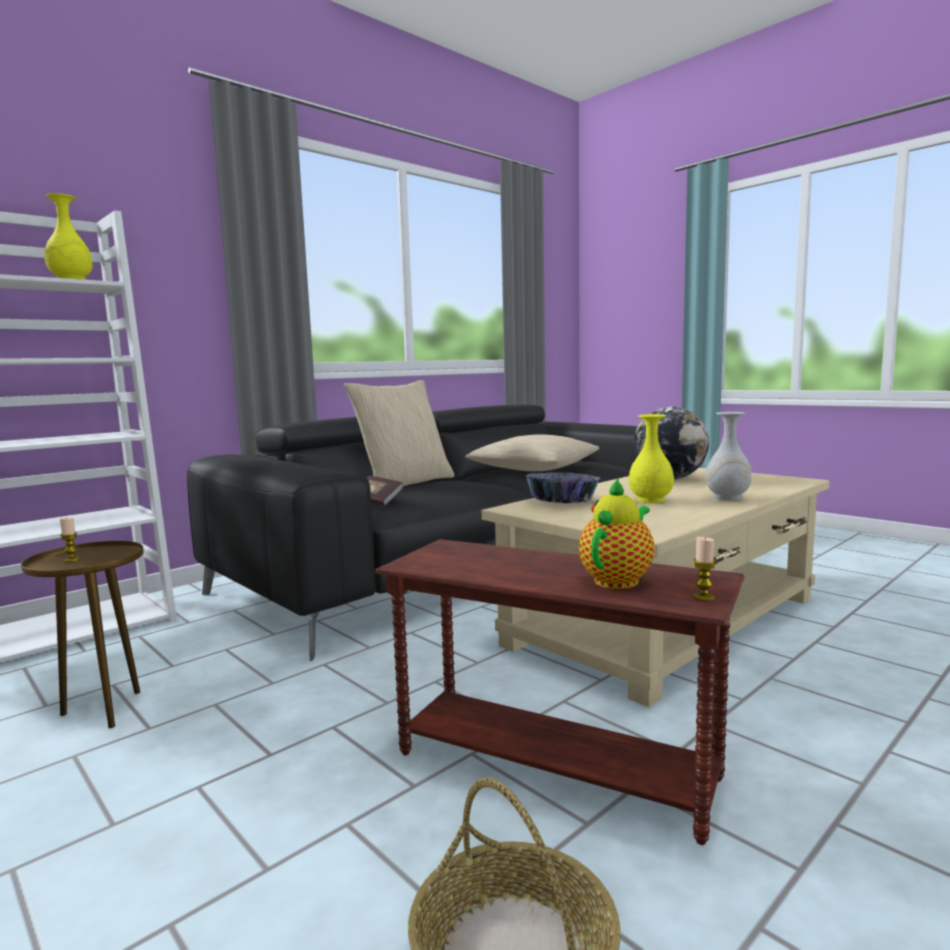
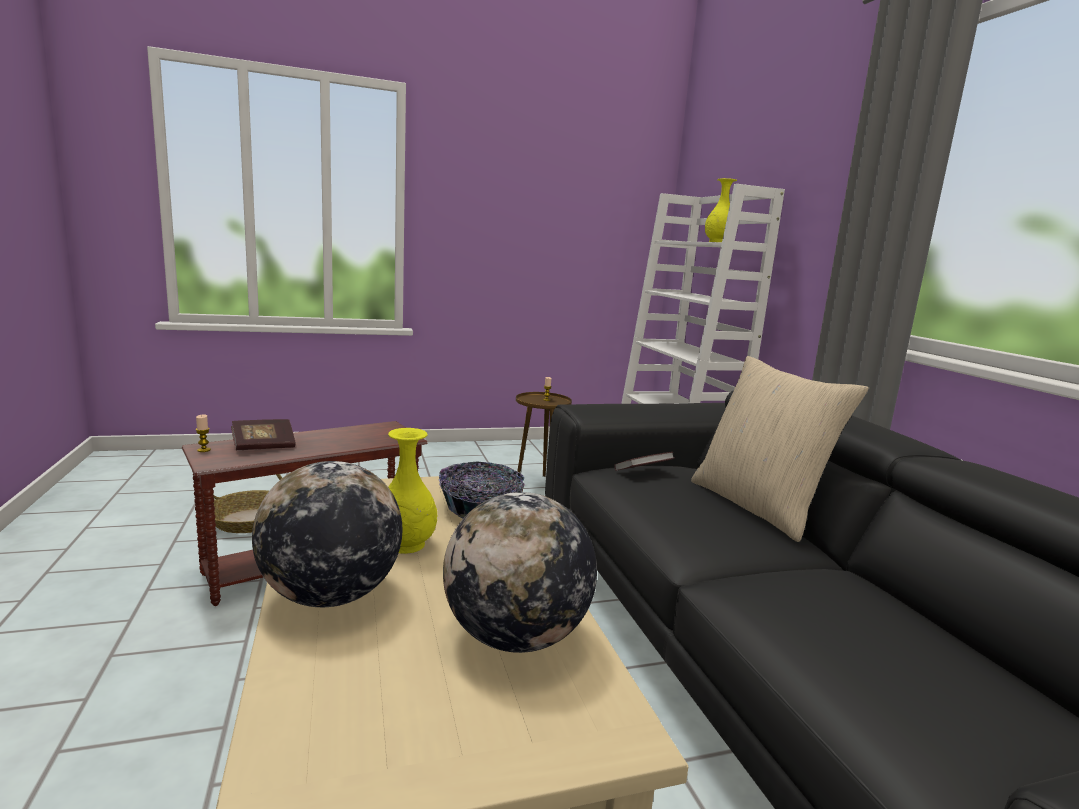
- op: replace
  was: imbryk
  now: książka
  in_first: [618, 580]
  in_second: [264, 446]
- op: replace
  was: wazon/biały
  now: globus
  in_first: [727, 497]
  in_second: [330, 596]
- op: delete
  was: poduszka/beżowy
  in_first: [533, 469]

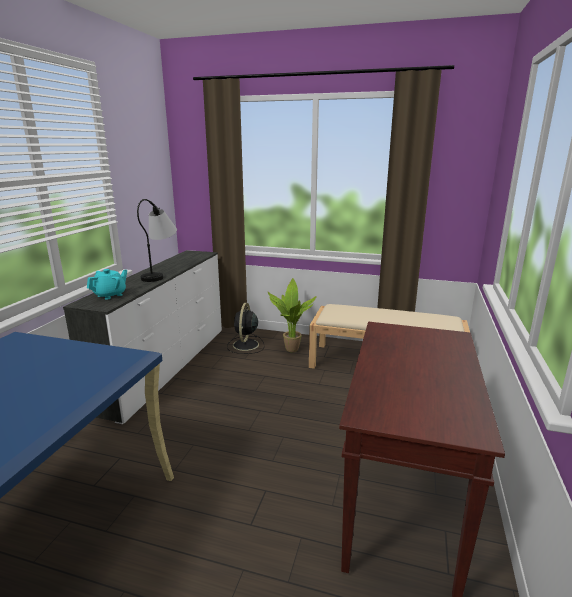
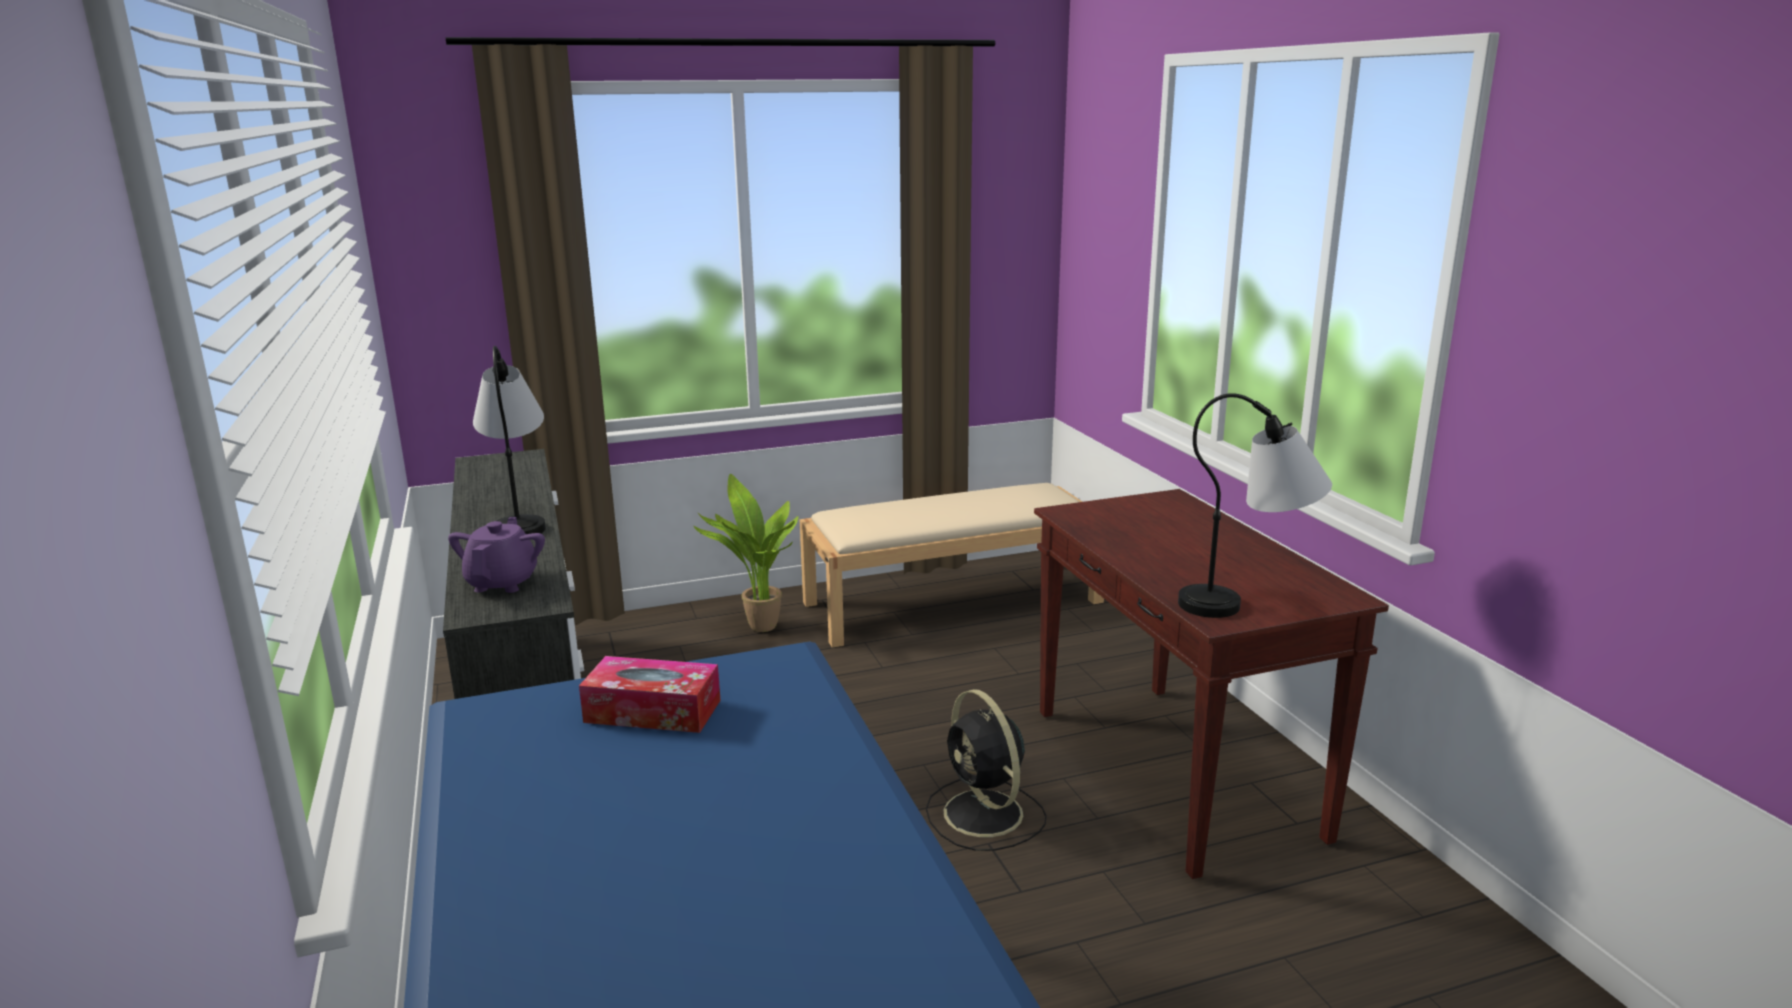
- op: recolor
  was: imbryk/turkusowy
  now: imbryk/fioletowy
  in_first: [110, 295]
  in_second: [503, 583]
- op: insert
  now: pudełko chusteczek
  in_second: [653, 711]
- op: move
  was: wentylator/czarny
  in_first: [245, 345]
  in_second: [985, 815]
- op: insert
  now: lampa stołowa
  in_second: [1249, 603]

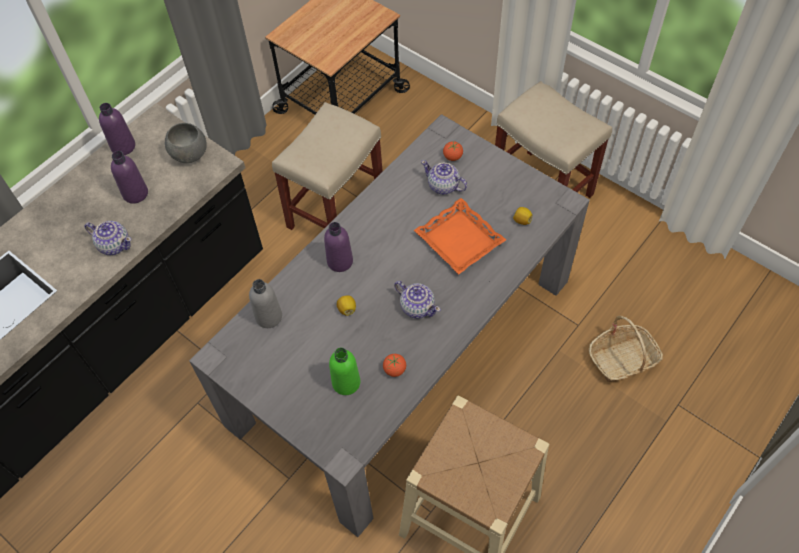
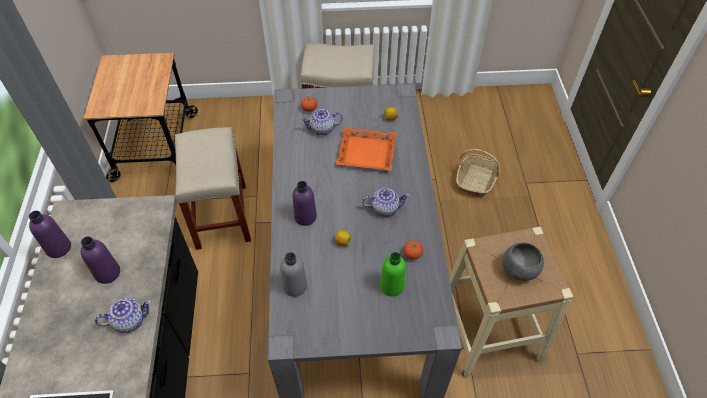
- op: move
  was: miska/szary
  in_first: [189, 155]
  in_second: [519, 270]

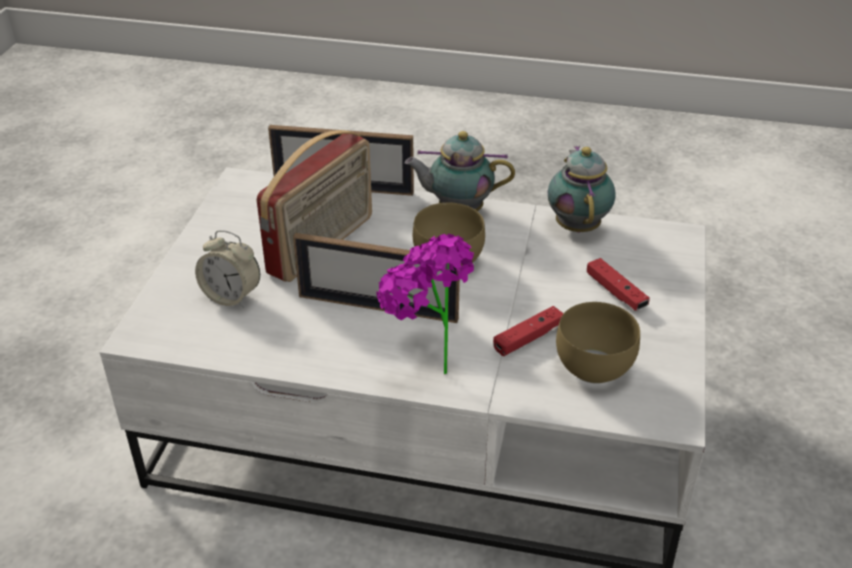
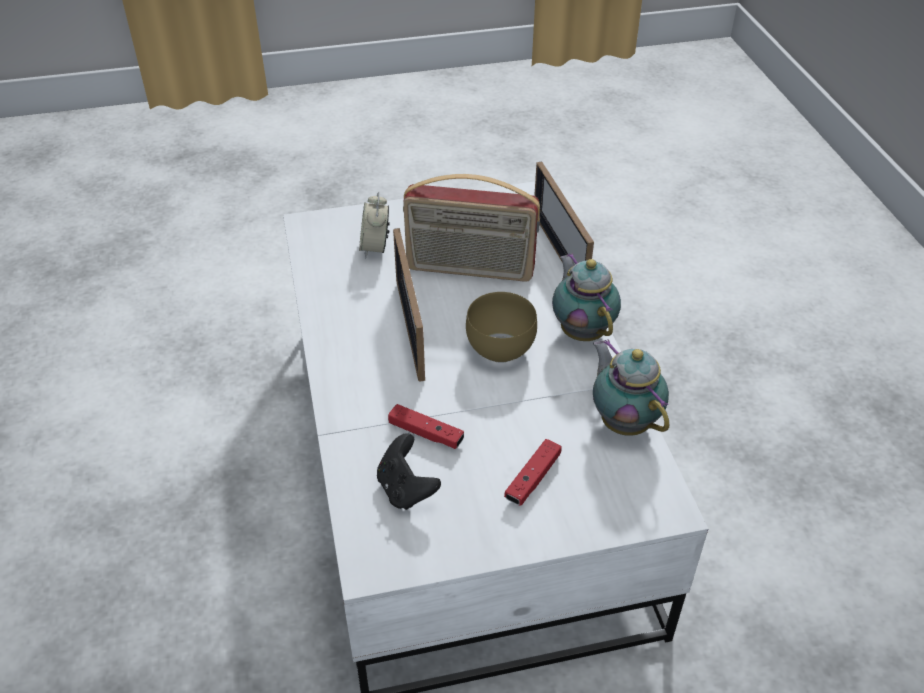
- op: replace
  was: miska/brązowy
  now: pad do gier/czarny
  in_first: [591, 370]
  in_second: [406, 489]
- op: rotate
  was: imbryk
  in_first: [577, 225]
  in_second: [623, 421]
  clockwise: -90
- op: delete
  was: roślina doniczkowa
  in_first: [424, 369]

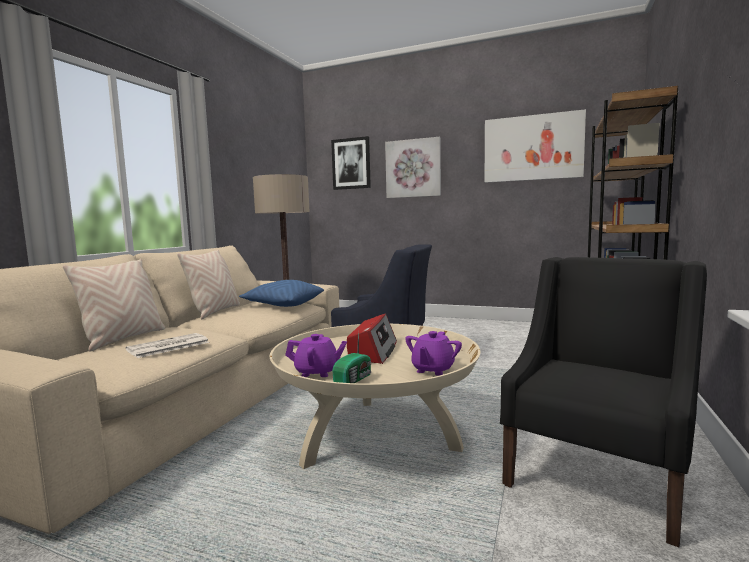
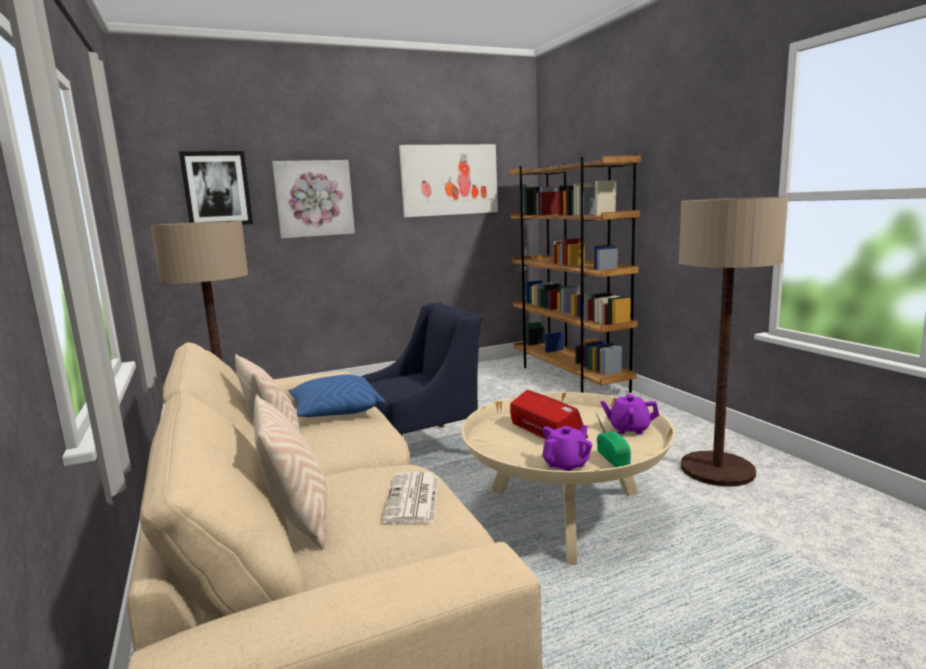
- op: rotate
  was: imbryk/fioletowy
  in_first: [432, 370]
  in_second: [629, 429]
  clockwise: 120
- op: replace
  was: fotel/czarny
  now: lampa stojąca
  in_first: [598, 475]
  in_second: [717, 470]

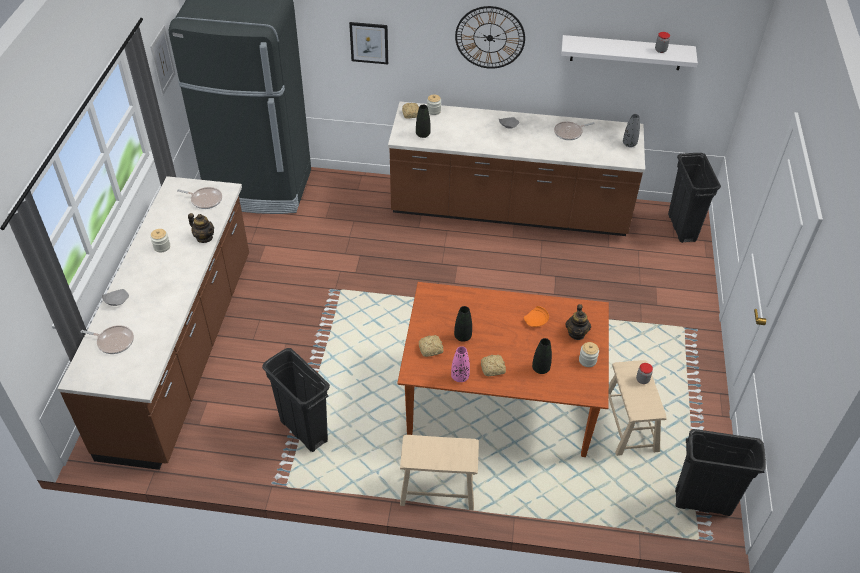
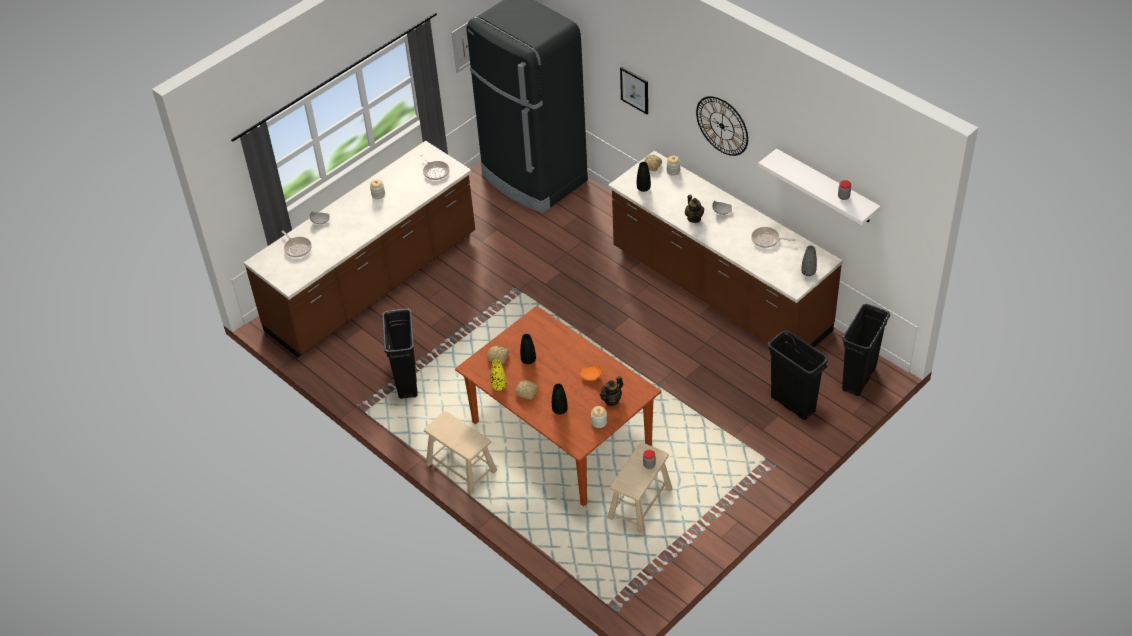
- op: recolor
  was: wazon/różowy
  now: wazon/żółty
  in_first: [460, 377]
  in_second: [499, 386]
- op: move
  was: imbryk
  in_first: [204, 237]
  in_second: [694, 218]
- op: move
  was: kosz na śmieci/czarny
  in_first: [703, 502]
  in_second: [793, 404]

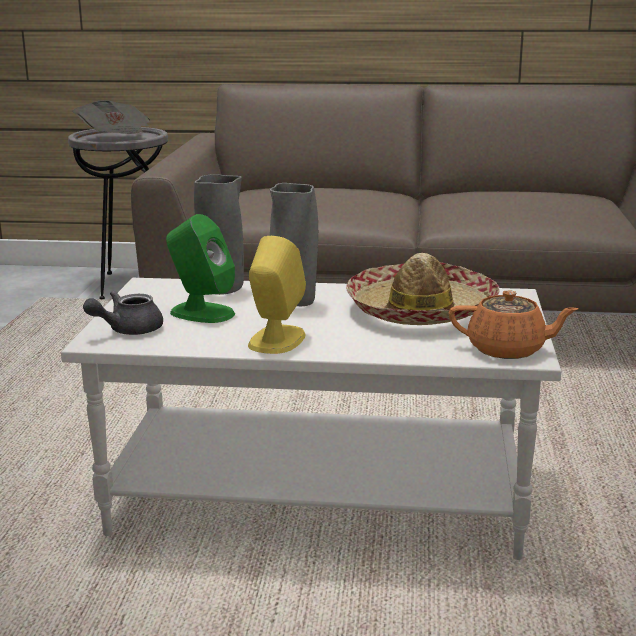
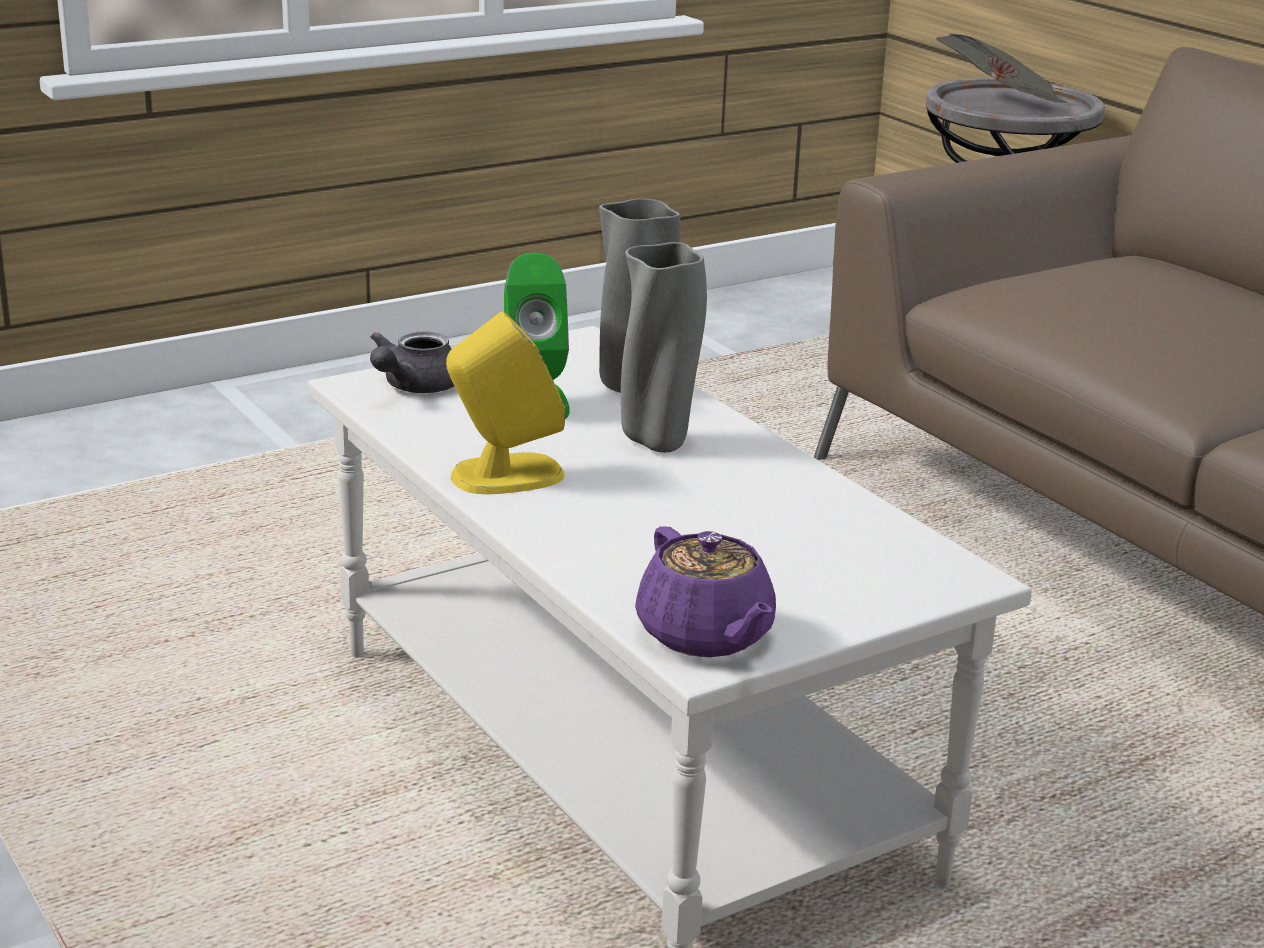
- op: rotate
  was: imbryk/szary
  in_first: [128, 330]
  in_second: [413, 387]
  clockwise: -75
- op: recolor
  was: imbryk/pomarańczowy
  now: imbryk/fioletowy
  in_first: [508, 350]
  in_second: [706, 635]
- op: delete
  was: kapelusz
  in_first: [421, 310]

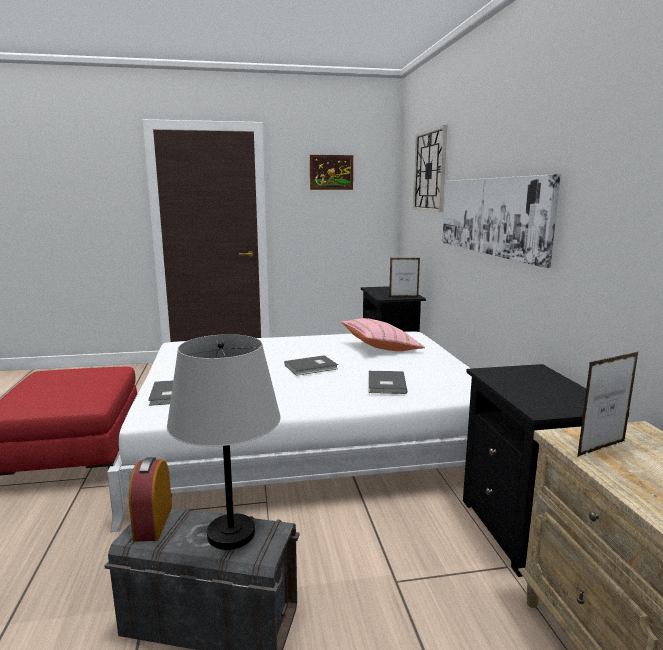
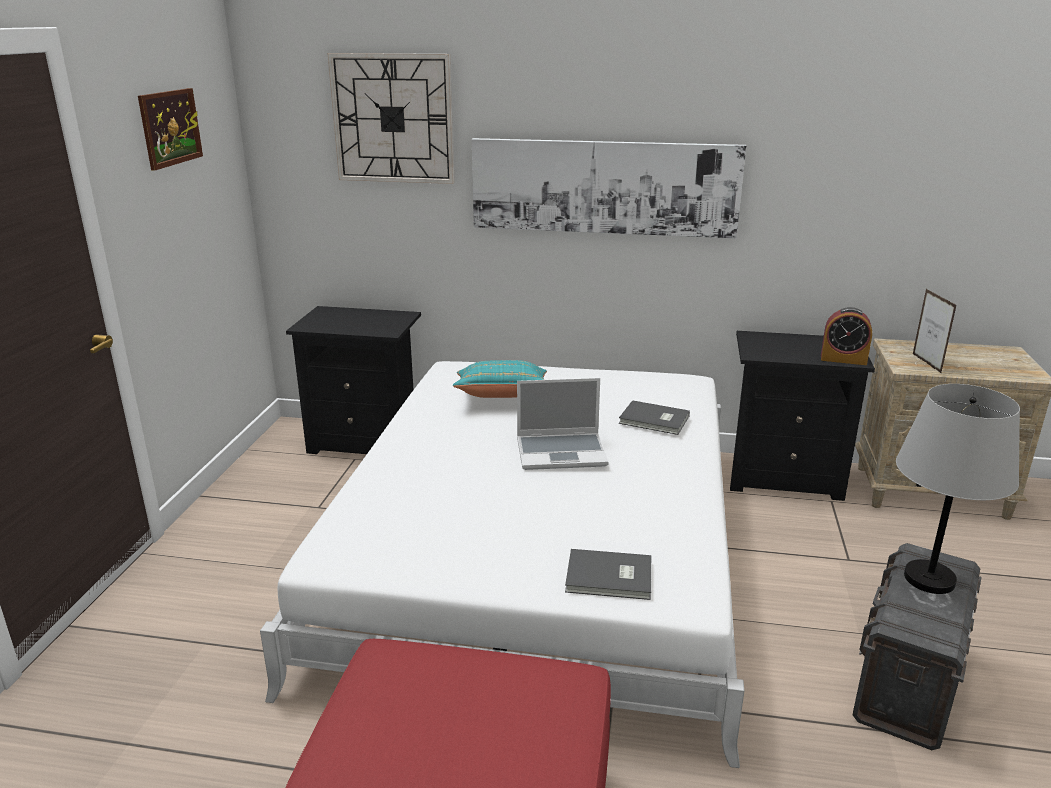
- op: recolor
  was: poduszka/różowy
  now: poduszka/turkusowy
  in_first: [380, 348]
  in_second: [502, 397]
- op: replace
  was: książka/szary
  now: laptop
  in_first: [312, 367]
  in_second: [562, 452]
- op: move
  was: budzik
  in_first: [153, 522]
  in_second: [843, 359]
- op: delete
  was: ramka na zdjęcie
  in_first: [403, 297]

